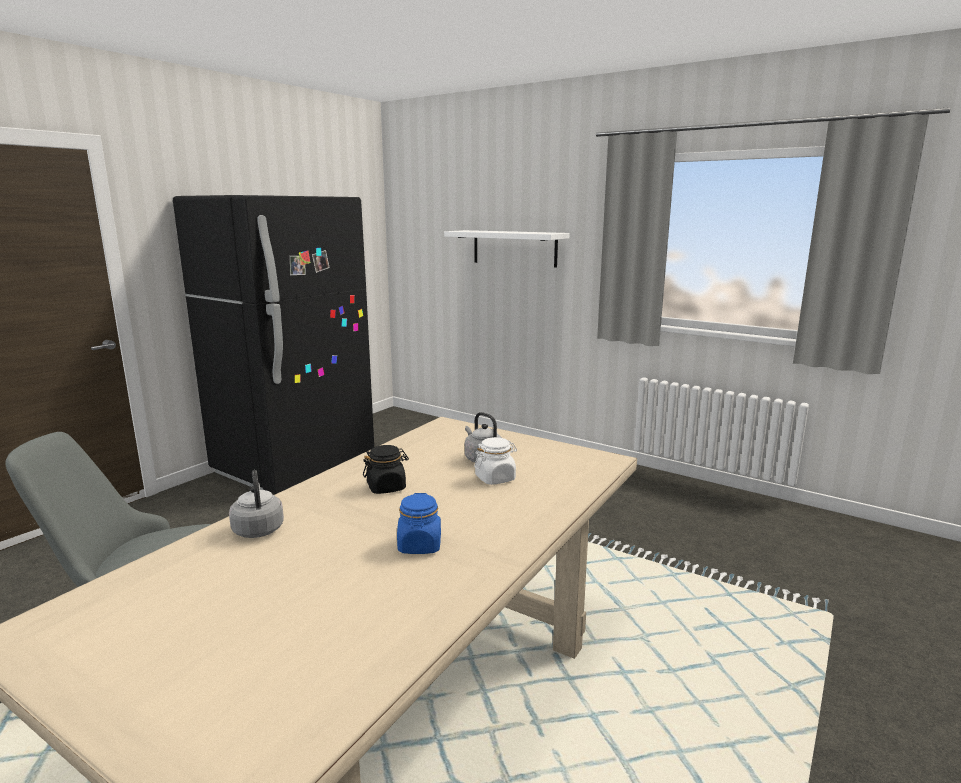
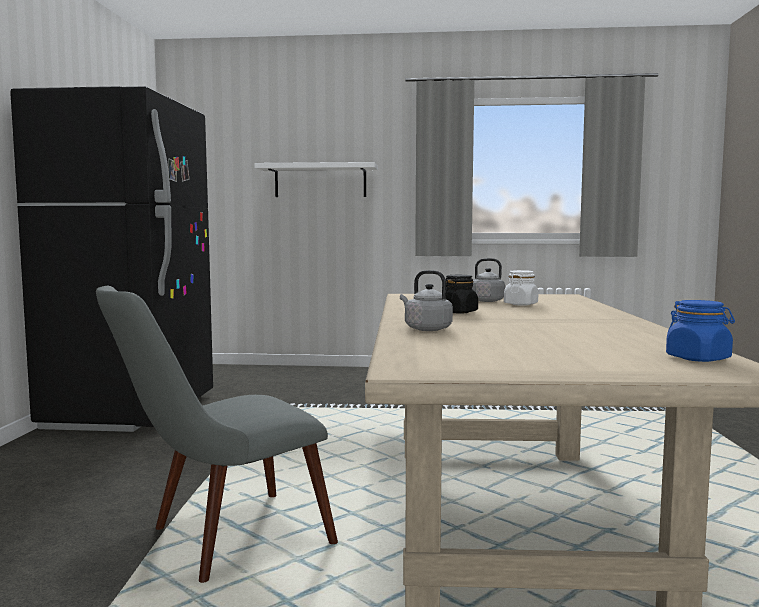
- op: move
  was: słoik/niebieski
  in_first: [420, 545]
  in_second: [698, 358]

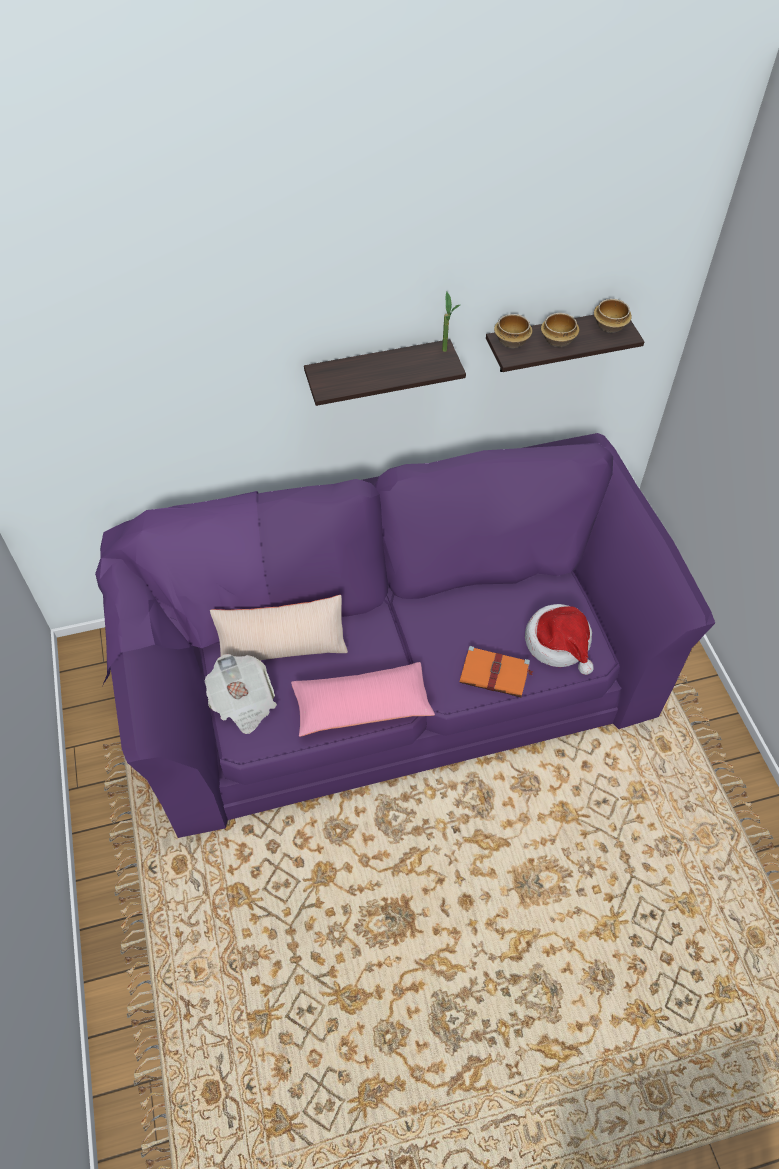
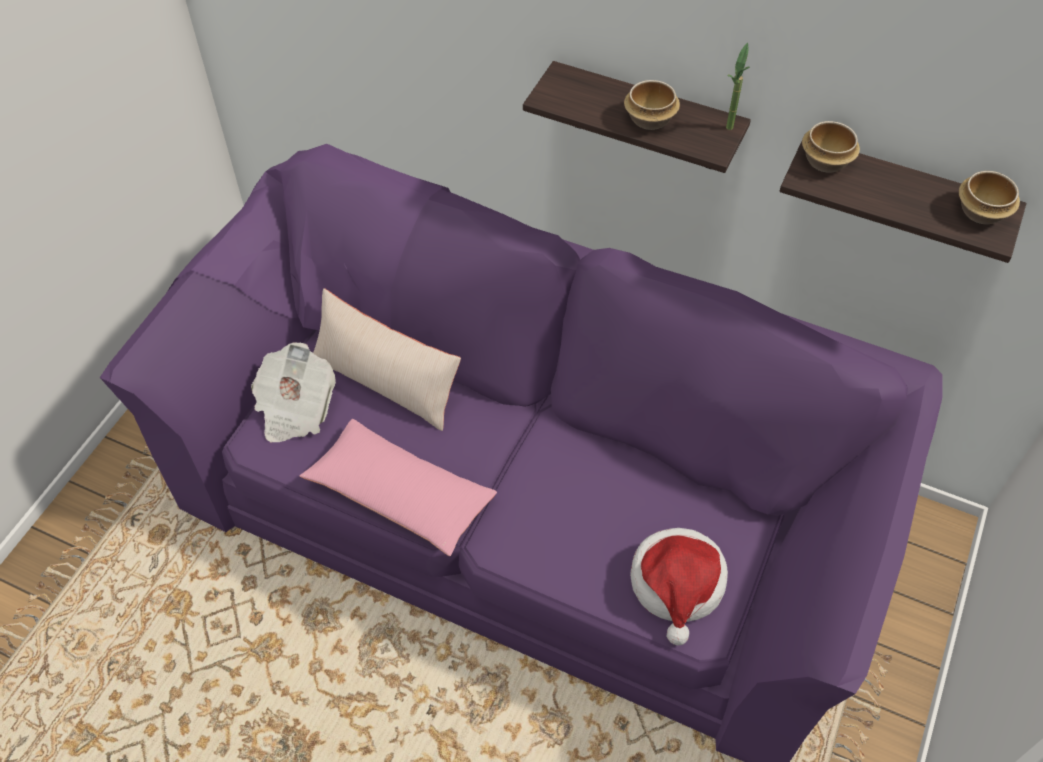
- op: move
  was: miska
  in_first: [558, 341]
  in_second: [649, 120]
- op: delete
  was: książka/pomarańczowy
  in_first: [495, 674]

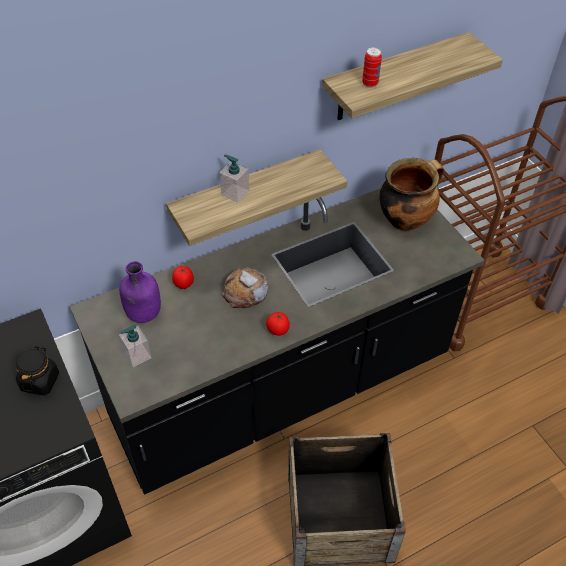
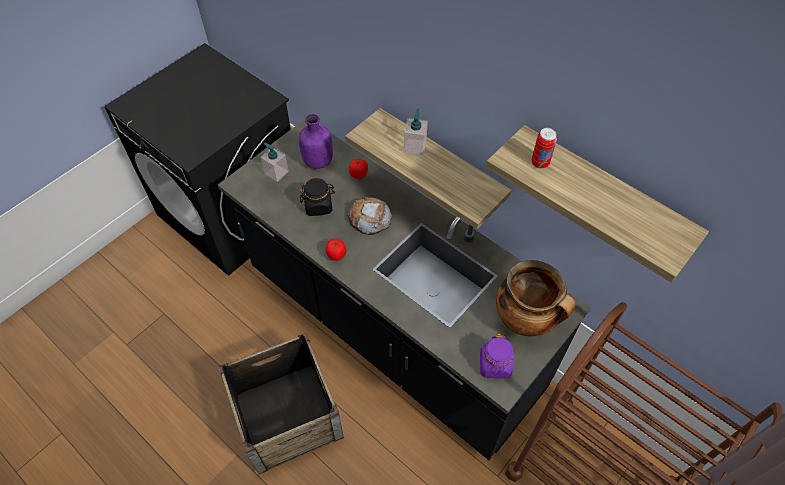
- op: move
  was: słoik/czarny
  in_first: [40, 381]
  in_second: [319, 206]
- op: insert
  now: słoik/fioletowy
  in_second: [495, 365]

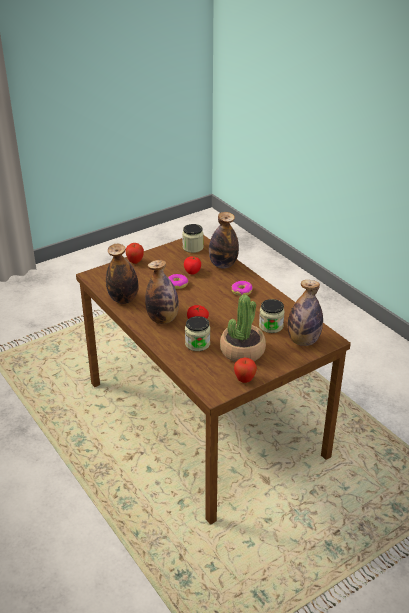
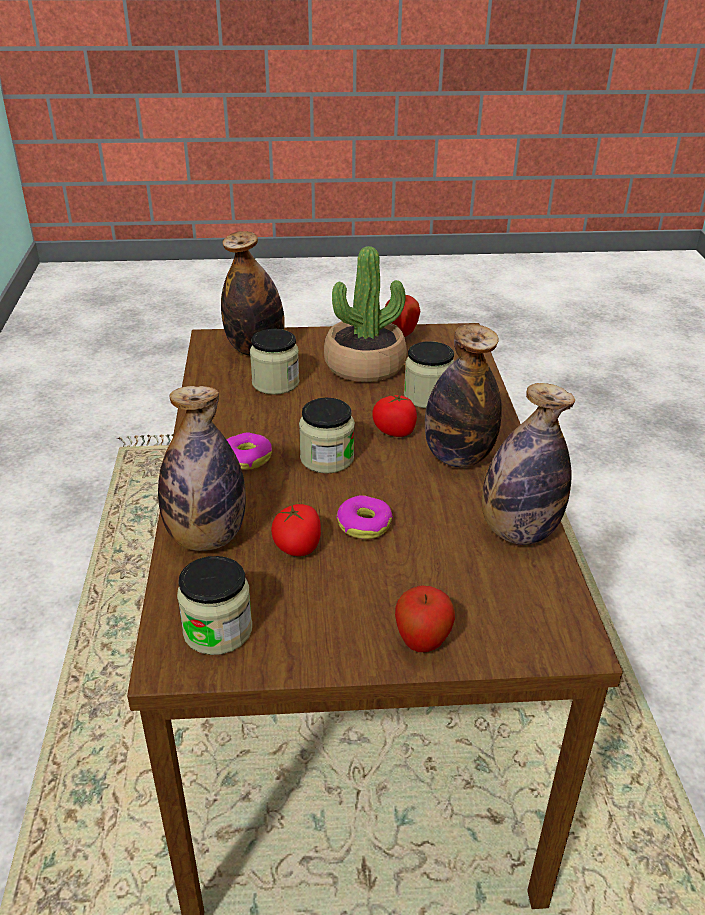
- op: insert
  now: słoik
  in_second: [327, 458]

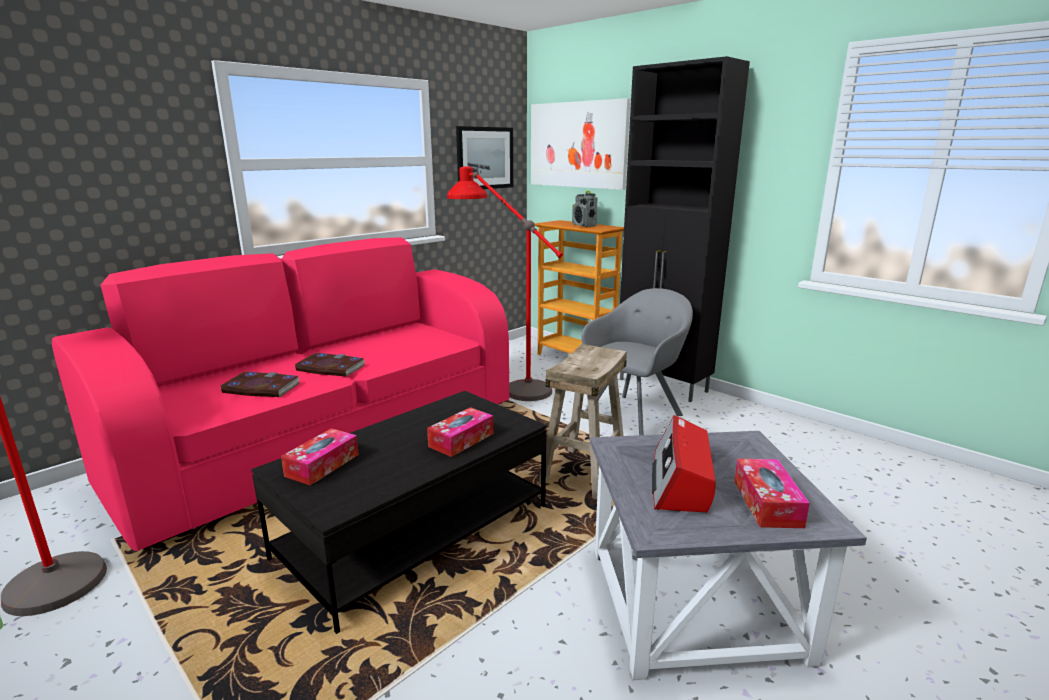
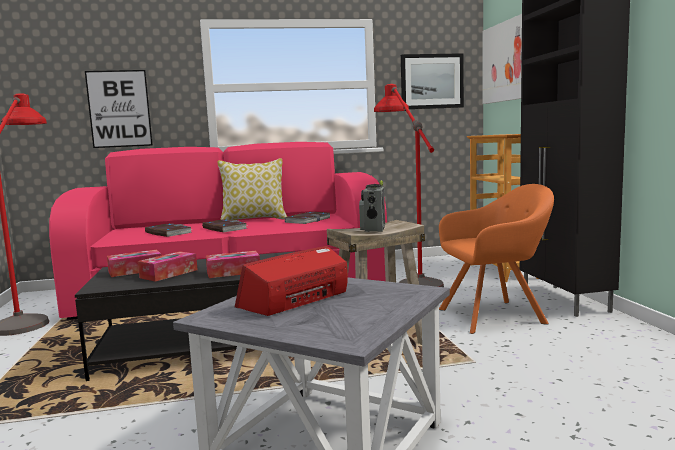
- op: insert
  now: obraz
  in_second: [119, 109]
- op: move
  was: pudełko chusteczek
  in_first: [767, 503]
  in_second: [169, 274]
- op: insert
  now: poduszka
  in_second: [254, 220]
- op: insert
  now: książka
  in_second: [308, 220]
- op: move
  was: radio
  in_first: [584, 225]
  in_second: [373, 229]
- op: recolor
  was: fotel/szary
  now: fotel/pomarańczowy
  in_first: [634, 414]
  in_second: [496, 315]

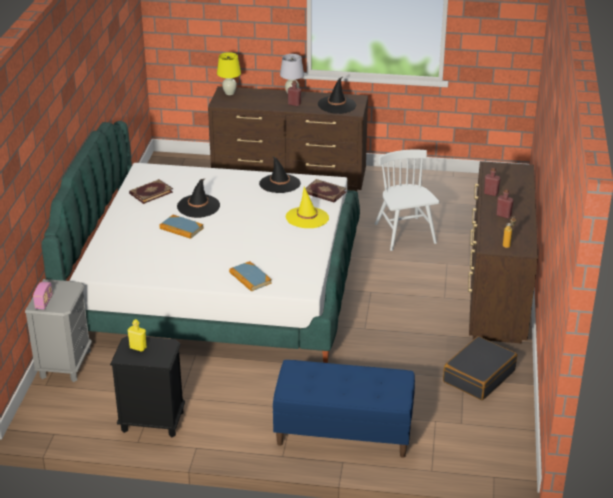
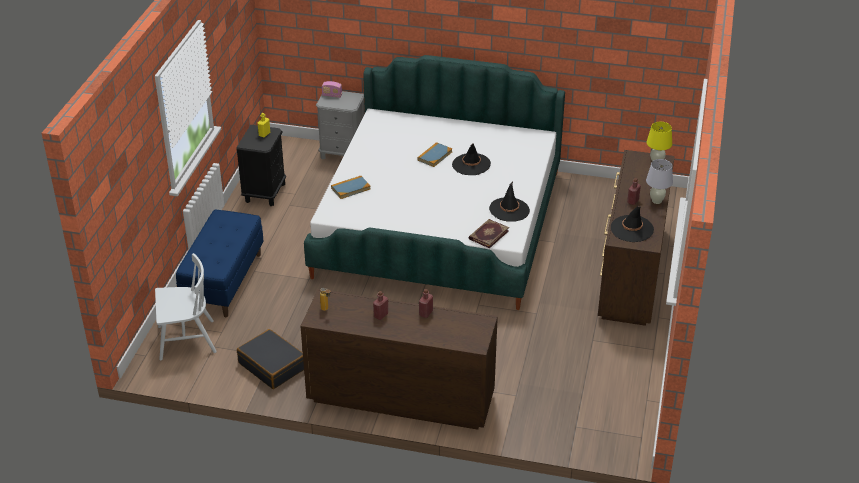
- op: move
  was: krzesło/biały
  in_first: [405, 234]
  in_second: [186, 340]
- op: delete
  was: książka
  in_first: [150, 192]
- op: delete
  was: kapelusz/żółty
  in_first: [307, 218]

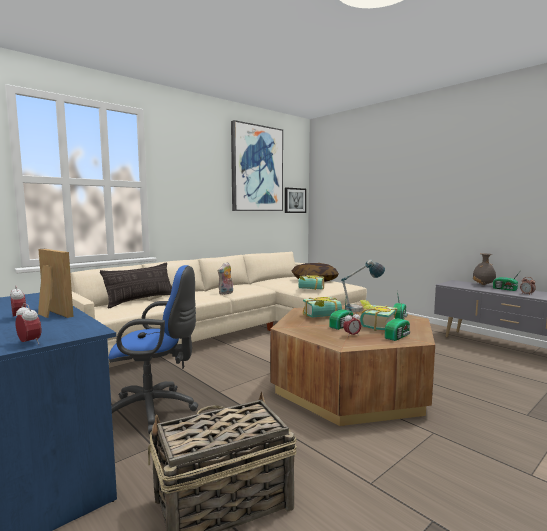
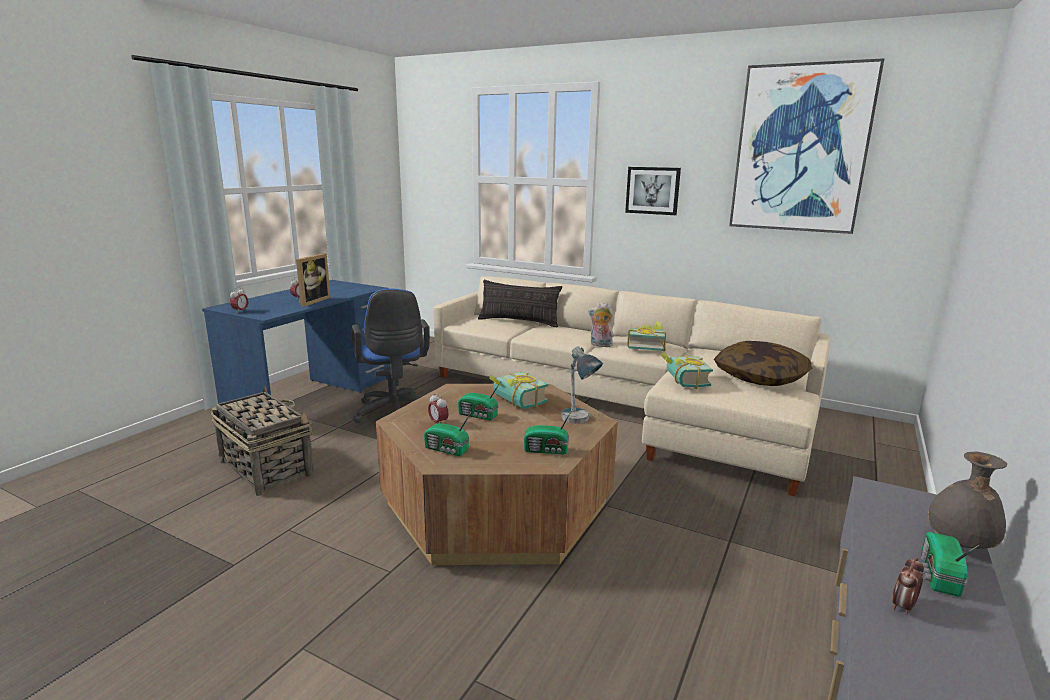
- op: move
  was: obraz
  in_first: [294, 200]
  in_second: [652, 190]
- op: move
  was: książka
  in_first: [374, 325]
  in_second: [646, 346]

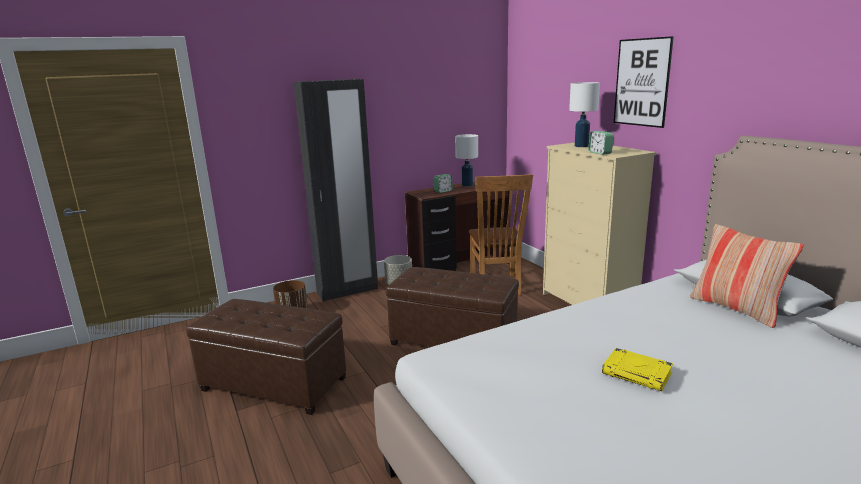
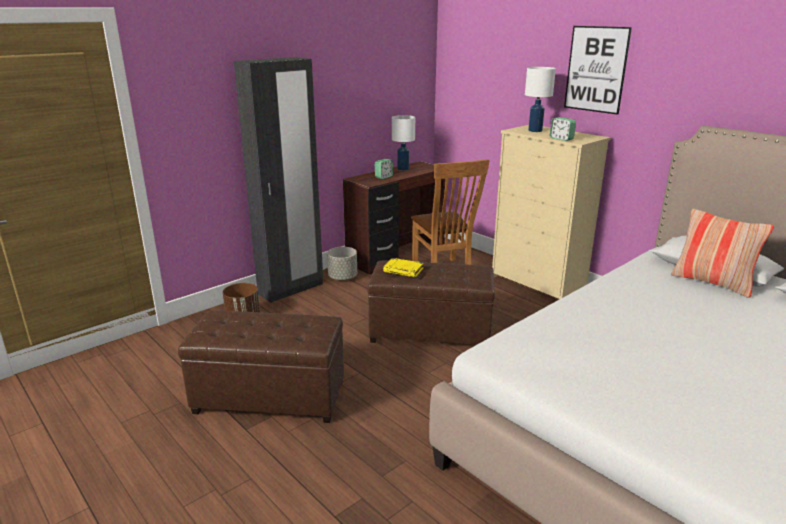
- op: move
  was: książka/żółty
  in_first: [637, 373]
  in_second: [403, 270]

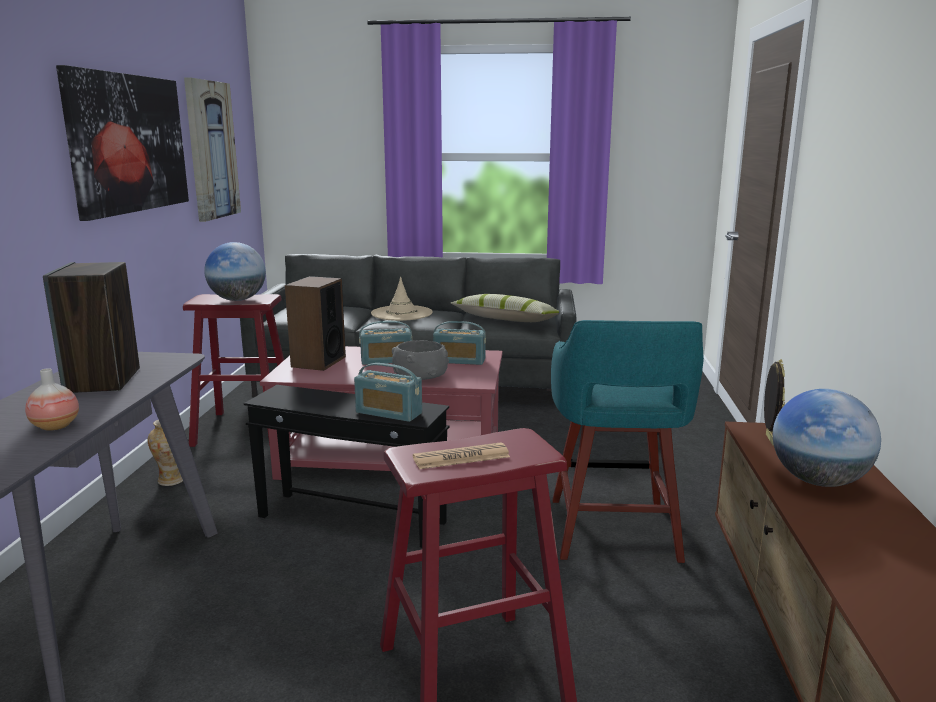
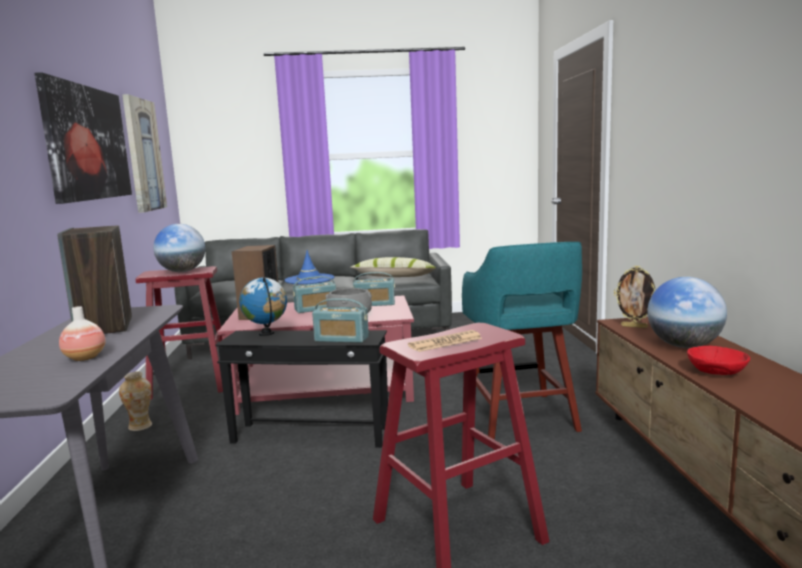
- op: insert
  now: globus
  in_second: [266, 334]
- op: recolor
  was: kapelusz/beżowy
  now: kapelusz/niebieski
  in_first: [401, 313]
  in_second: [309, 279]
- op: rotate
  was: ramka na zdjęcie
  in_first: [768, 439]
  in_second: [634, 326]
  clockwise: 120
- op: insert
  now: miska/czerwony
  in_second: [716, 373]

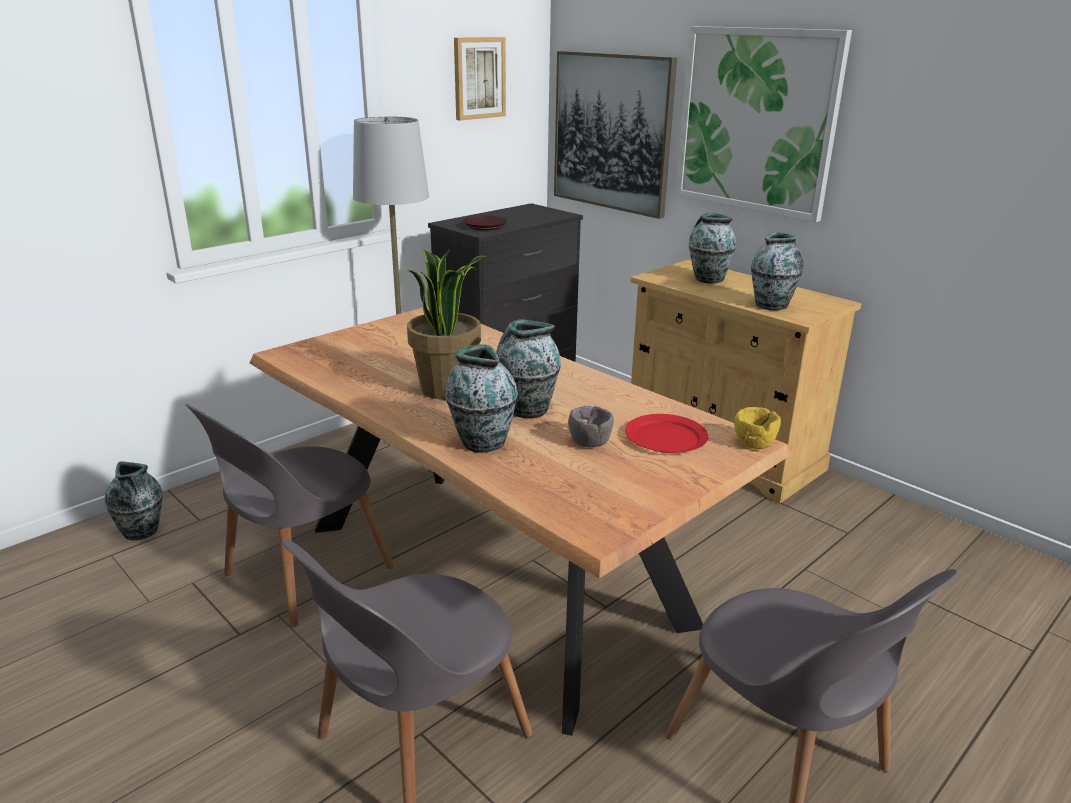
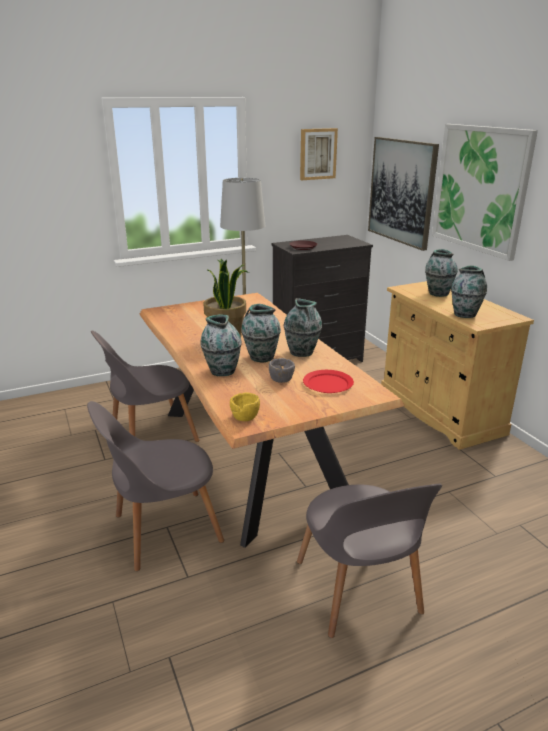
- op: move
  was: miska/żółty
  in_first: [754, 443]
  in_second: [245, 417]
- op: move
  was: wazon
  in_first: [142, 532]
  in_second: [302, 353]

